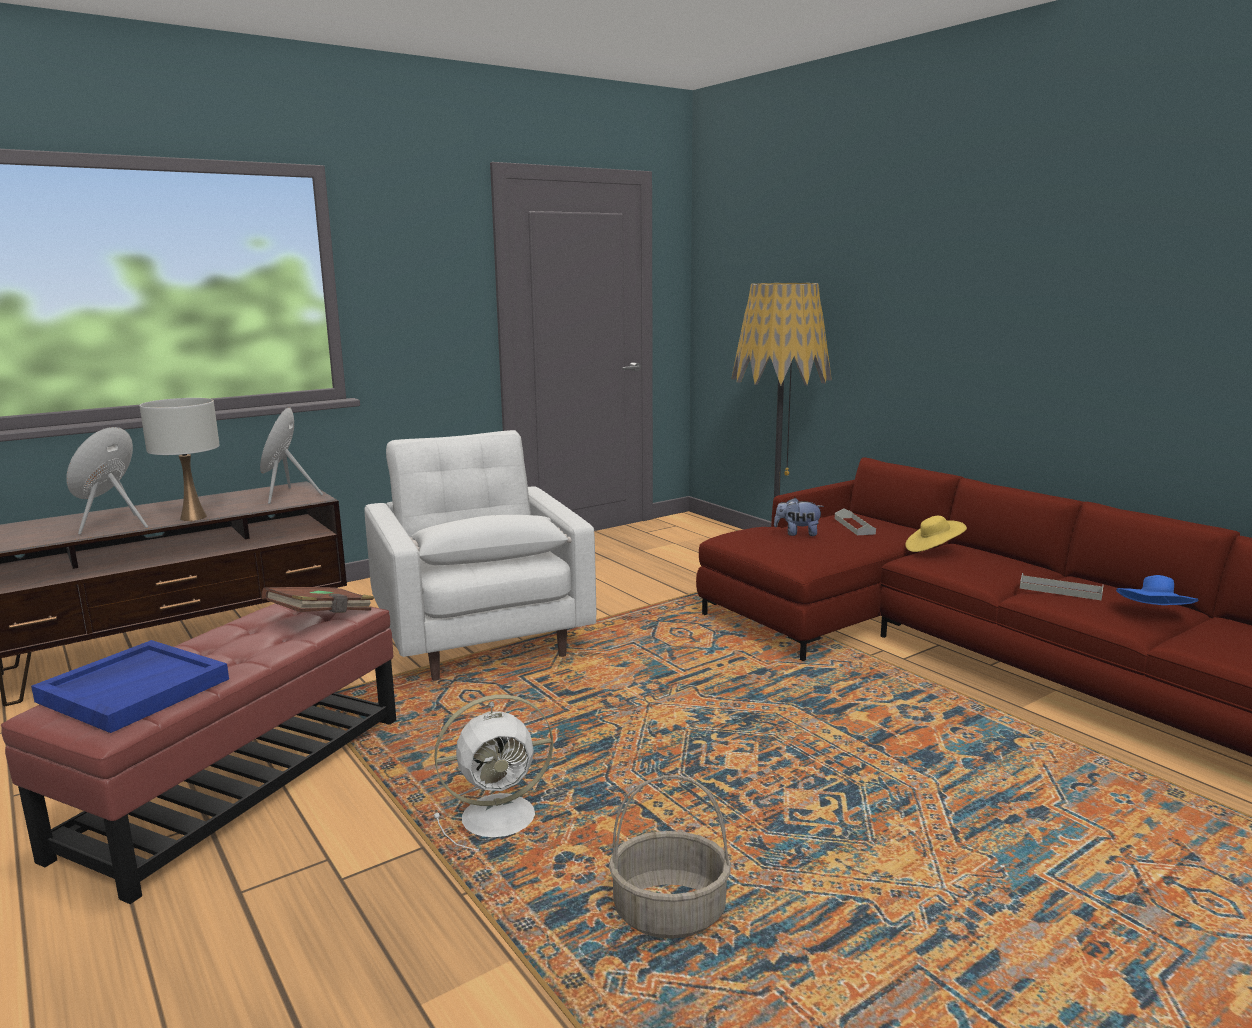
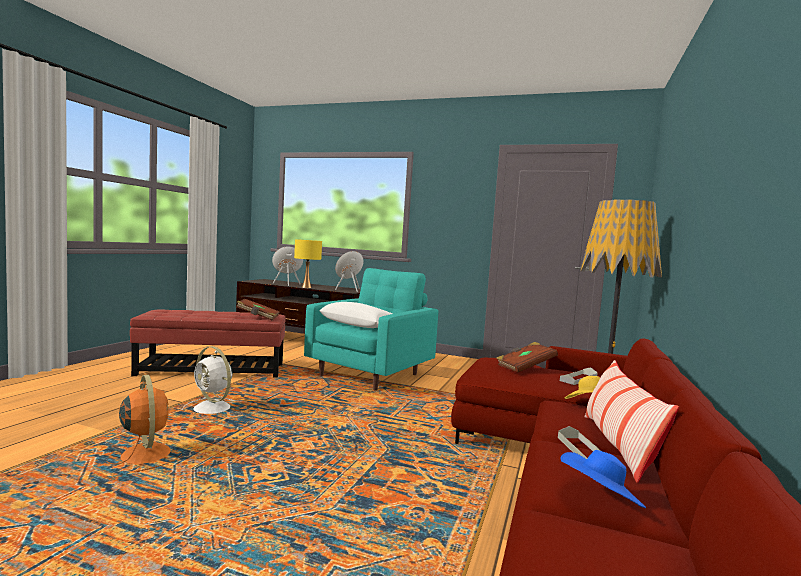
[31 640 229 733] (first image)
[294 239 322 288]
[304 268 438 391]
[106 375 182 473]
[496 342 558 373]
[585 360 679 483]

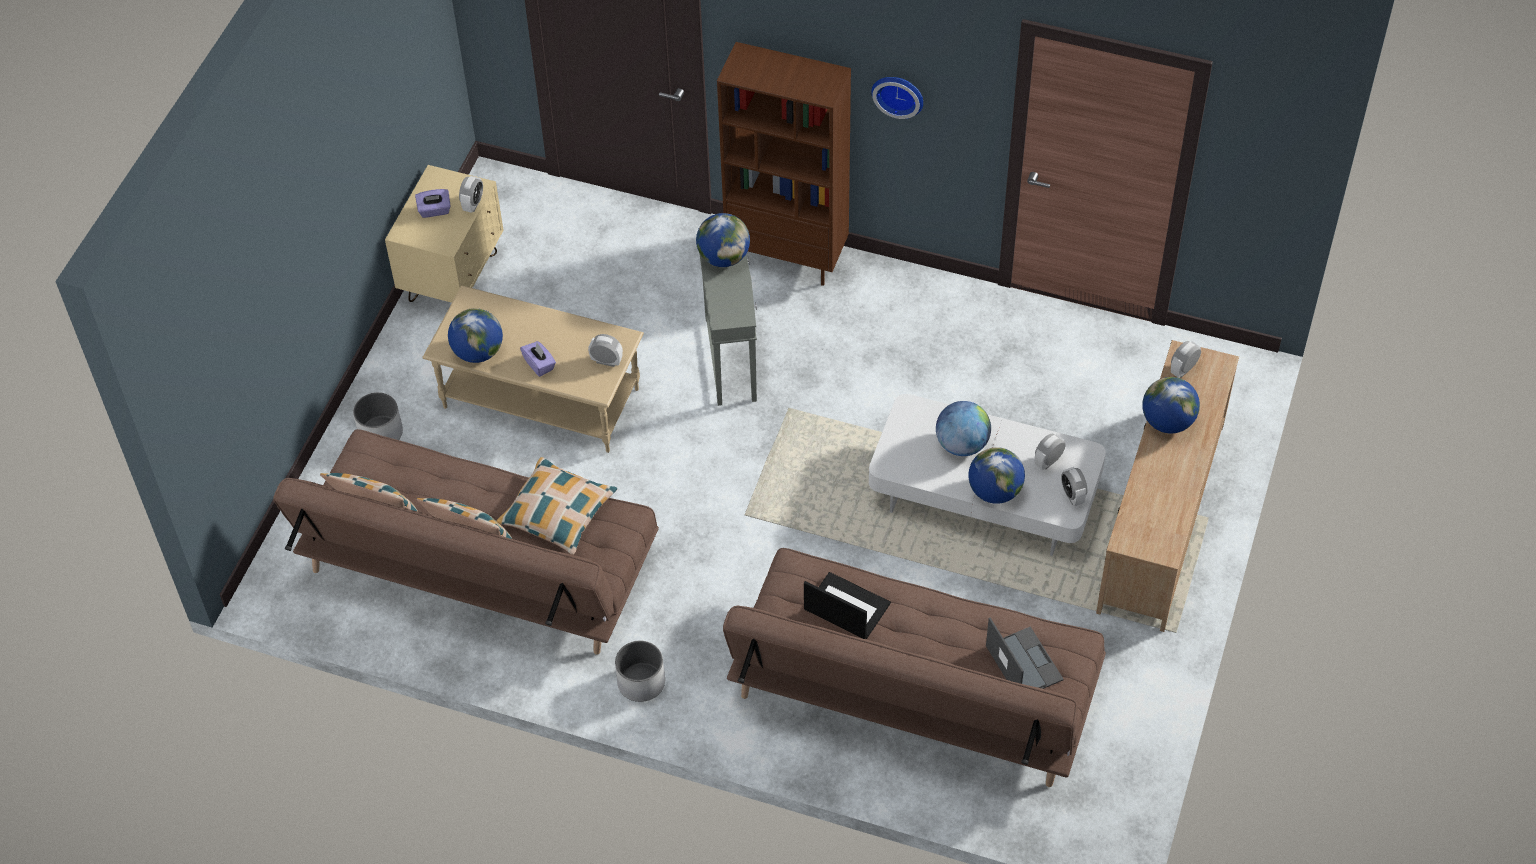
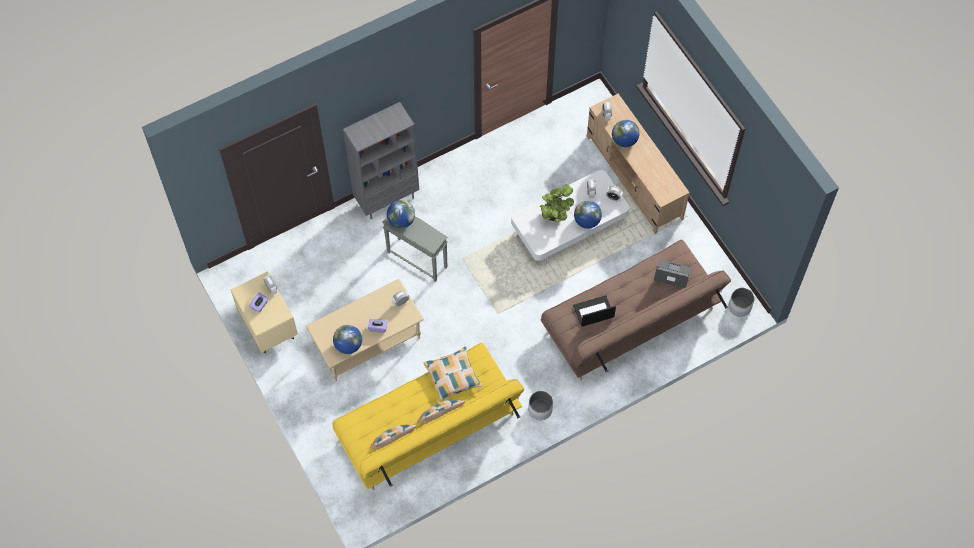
[332 343 524 490]
[729 288 754 317]
[343 102 419 219]
[871 77 923 119] (first image)
[540 184 574 222]

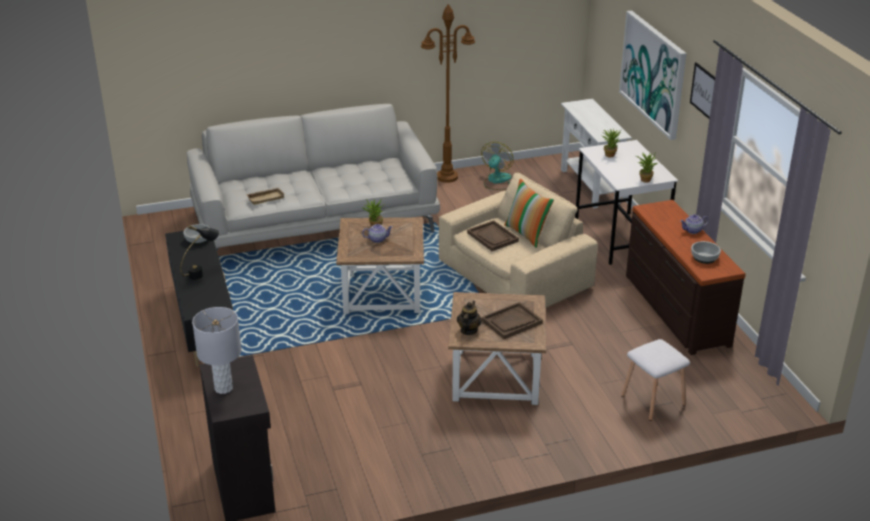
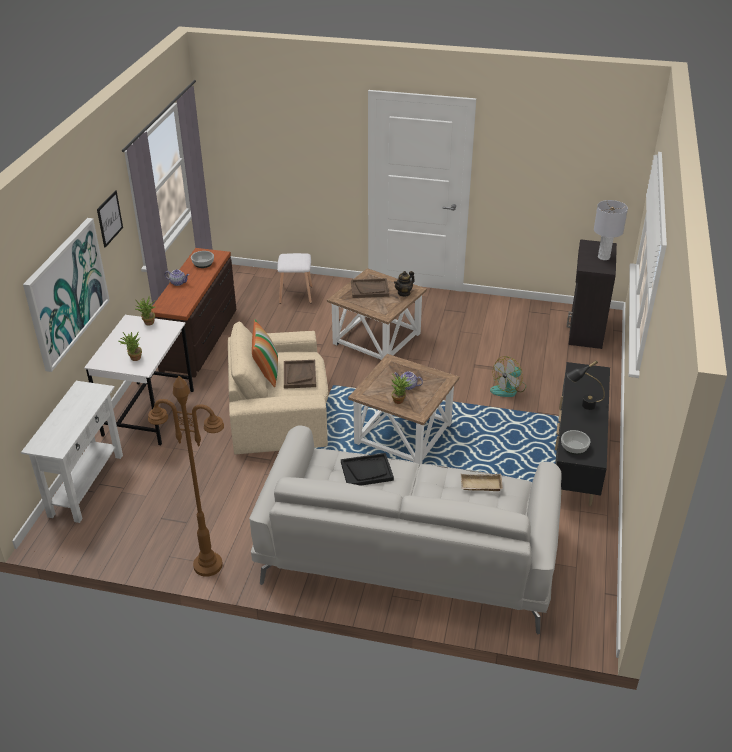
[490 356 526 397]
[341 453 394 486]

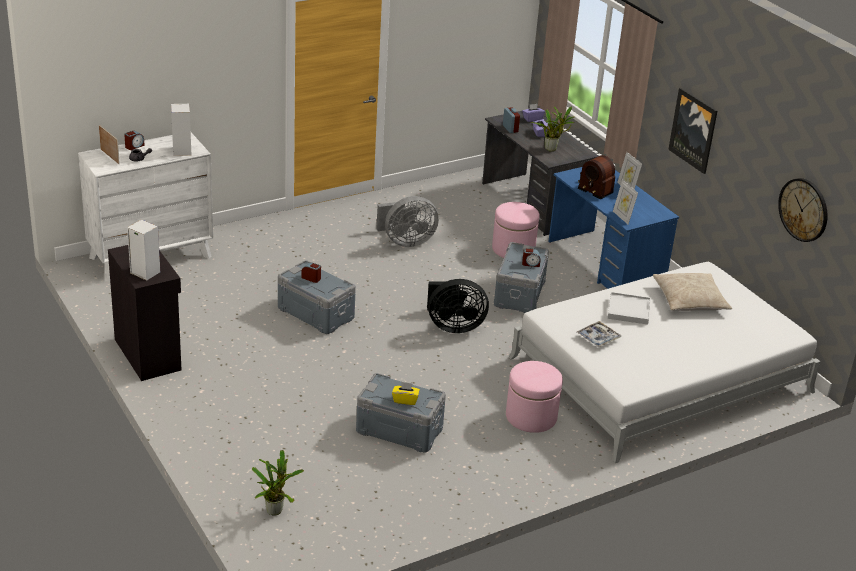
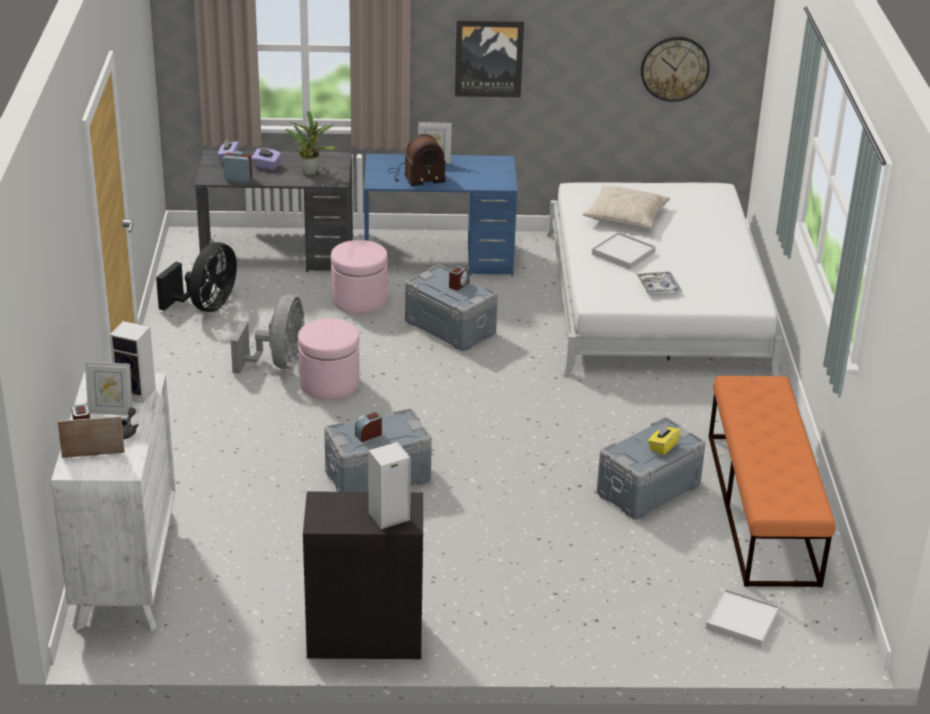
[706 589 779 647]
[156 242 237 312]
[298 319 360 400]
[85 362 132 415]
[709 376 836 587]

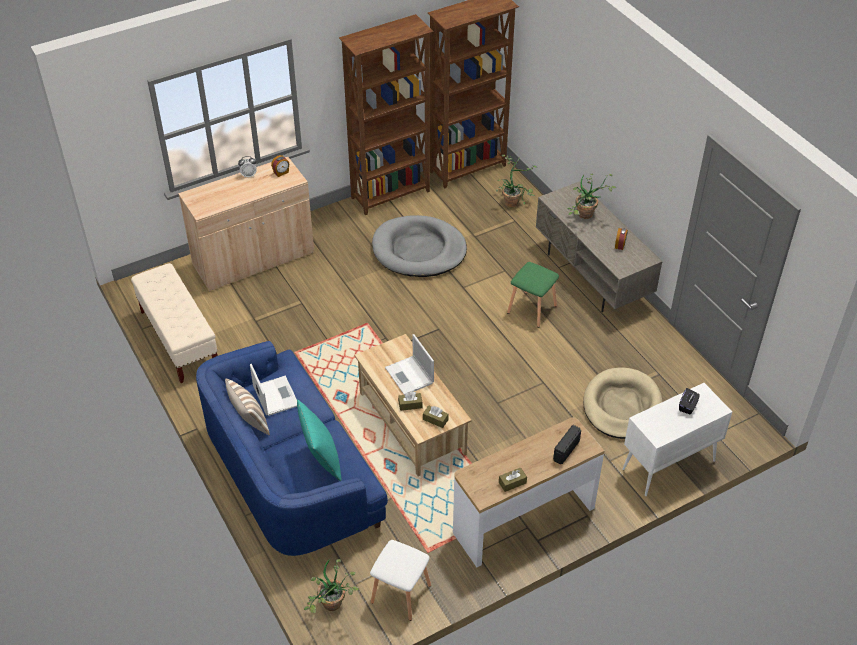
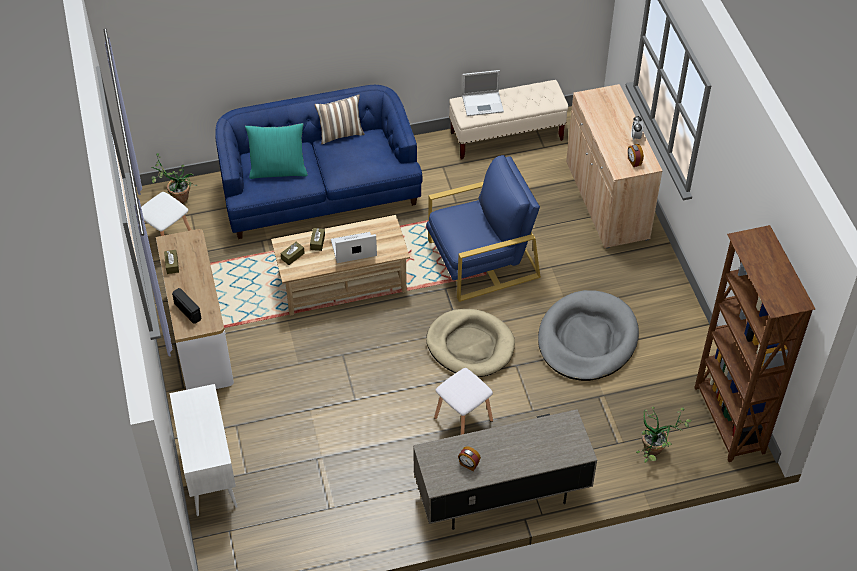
[462 70 504 116]
[339 14 434 215] (first image)
[434 368 493 435]
[568 174 616 219] (first image)
[426 309 515 377]
[679 388 700 414] (first image)
[426 155 541 302]

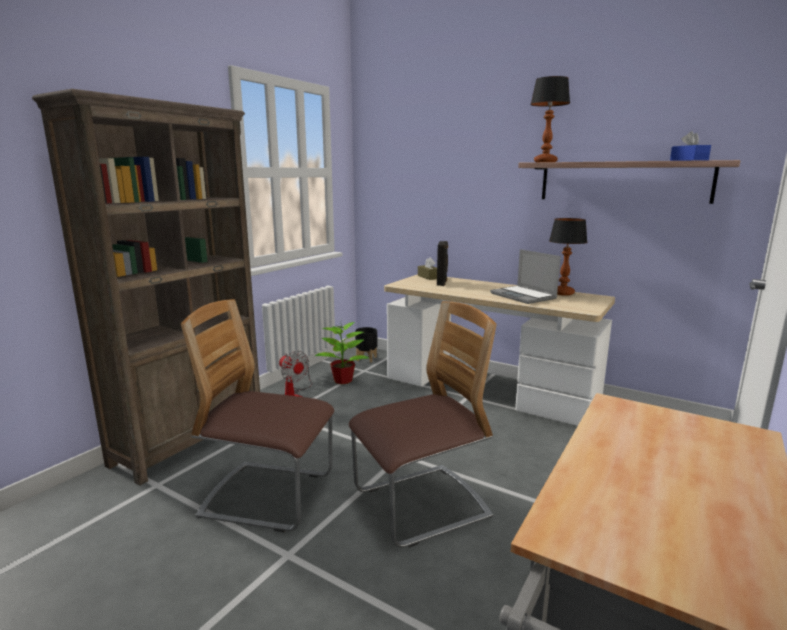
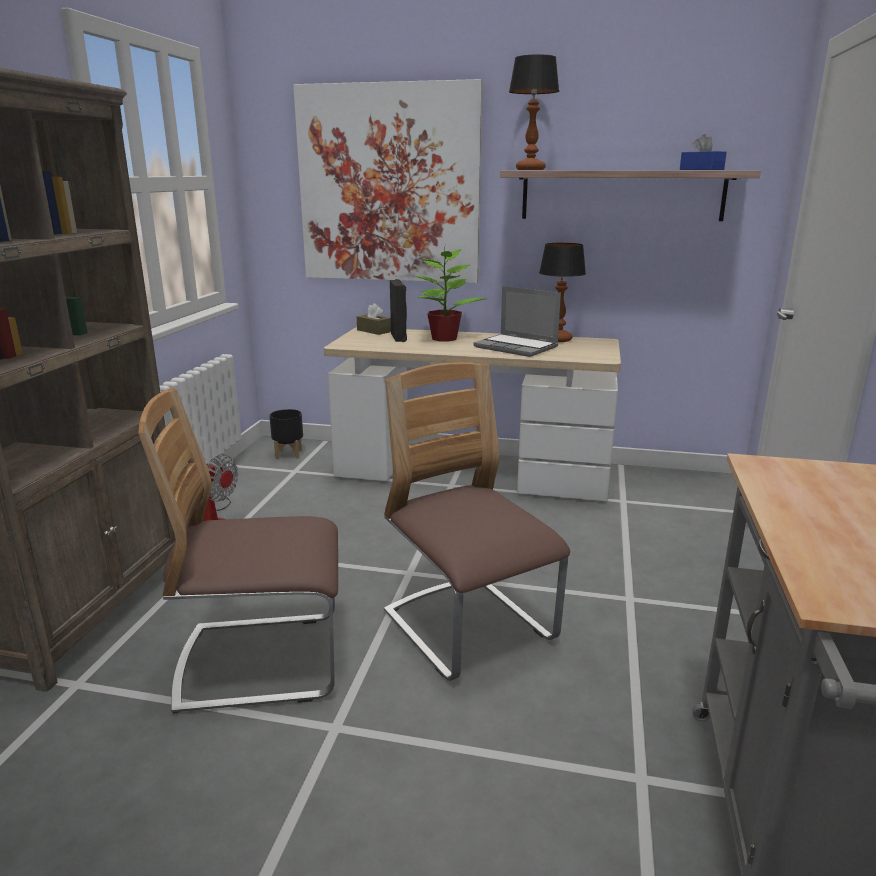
[415 249 487 342]
[384 362 570 681]
[293 79 483 283]

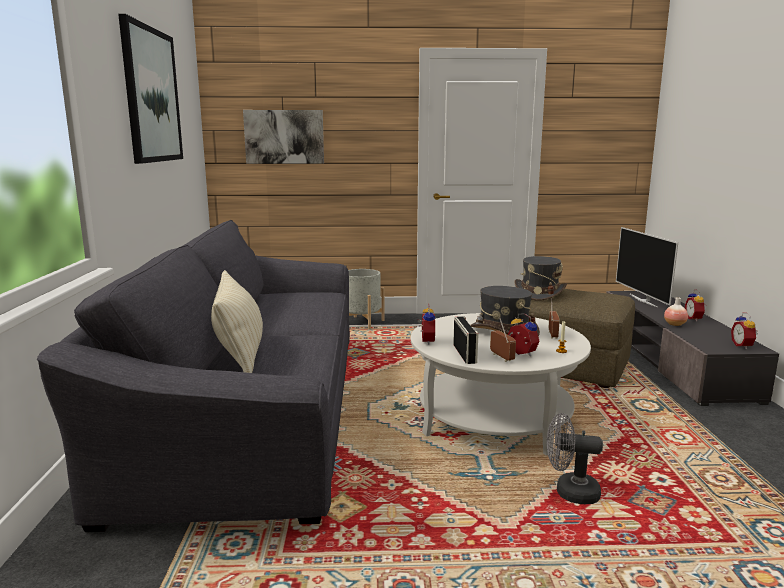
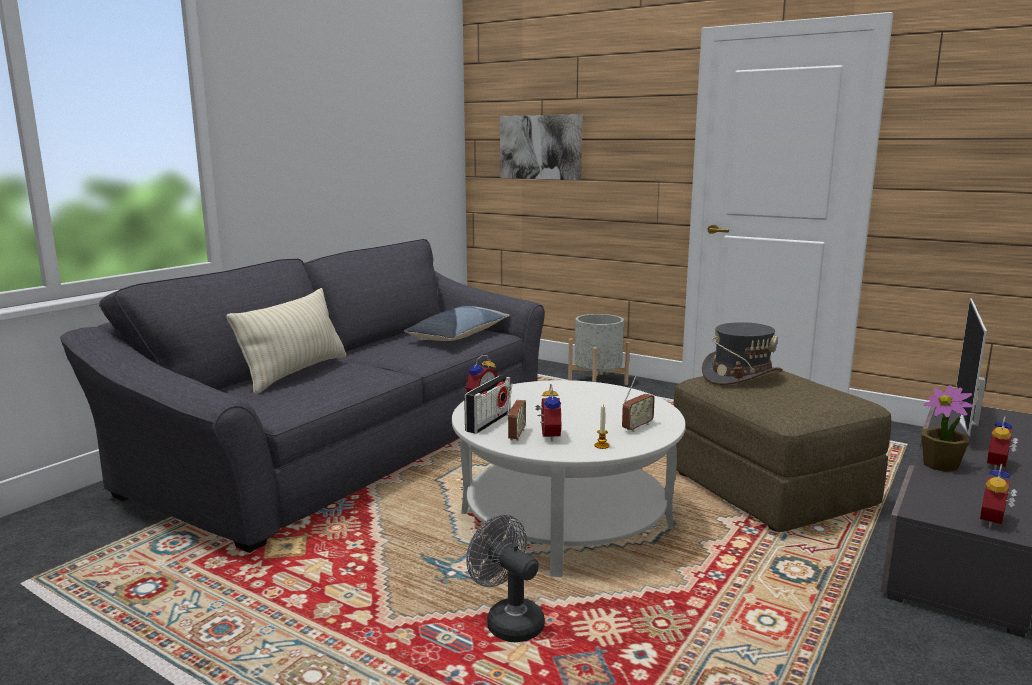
[118 14 183 164] (first image)
[470 286 540 337] (first image)
[921 385 974 472]
[404 306 510 341]

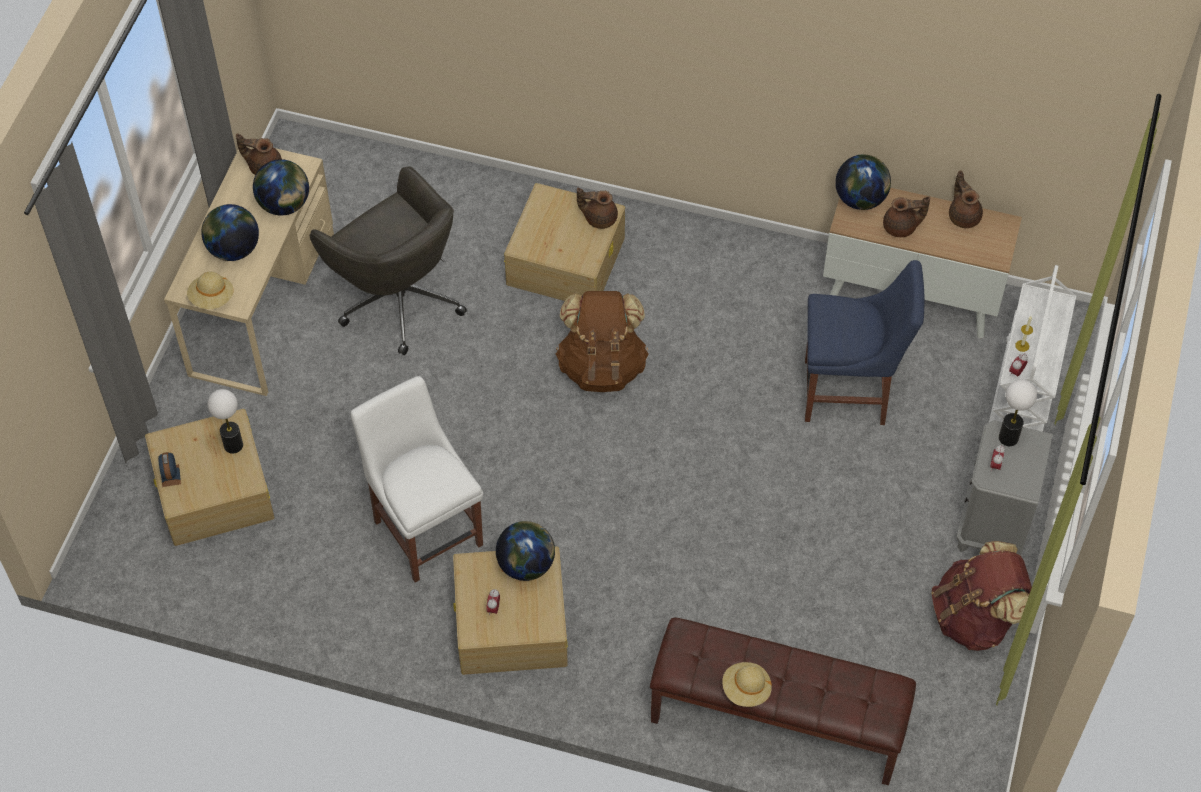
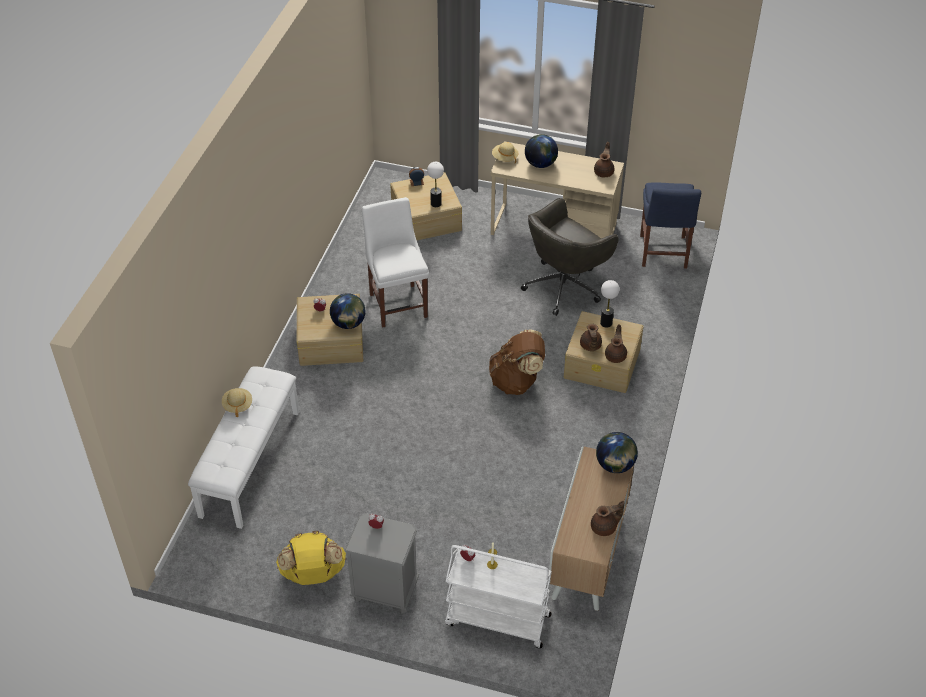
[253 159 309 215] (first image)
[362 197 429 328]
[188 367 299 529]
[640 183 701 268]
[580 324 602 351]
[276 531 346 585]
[600 280 619 328]

